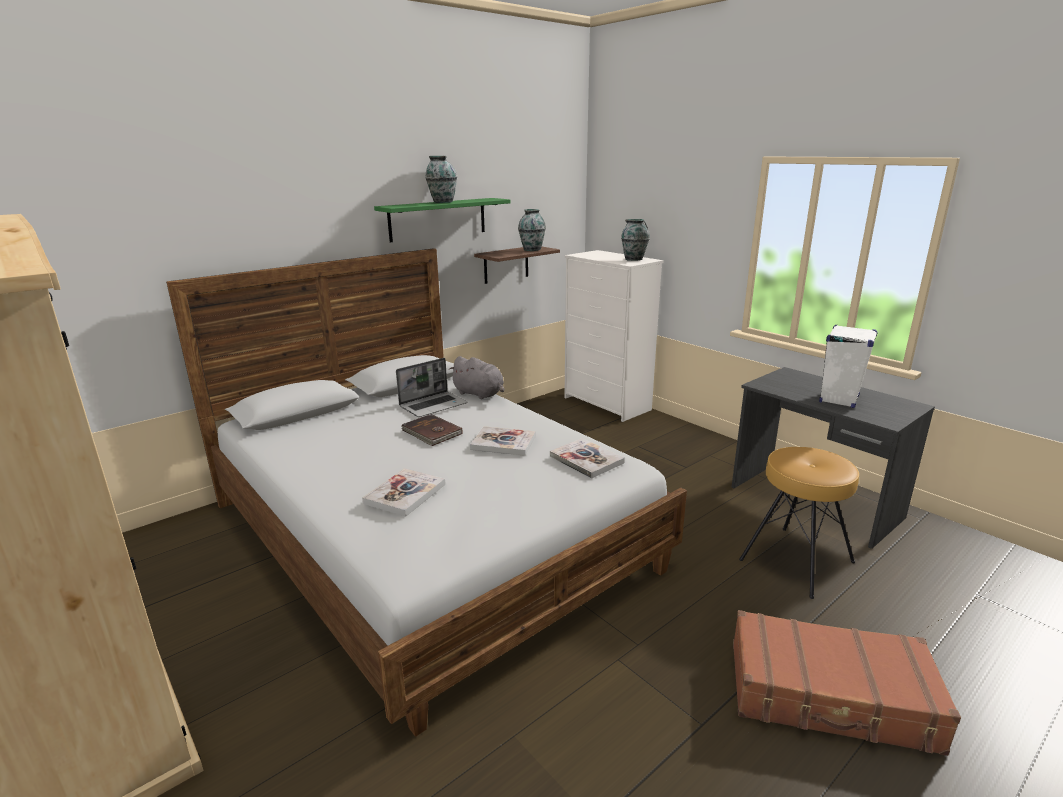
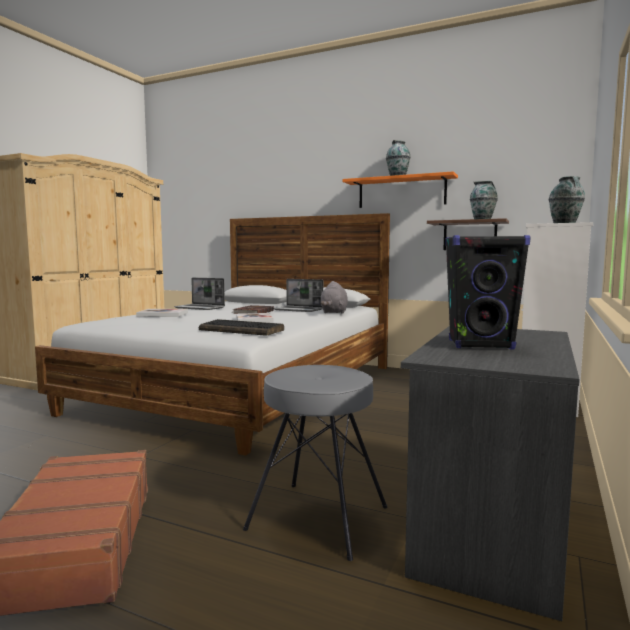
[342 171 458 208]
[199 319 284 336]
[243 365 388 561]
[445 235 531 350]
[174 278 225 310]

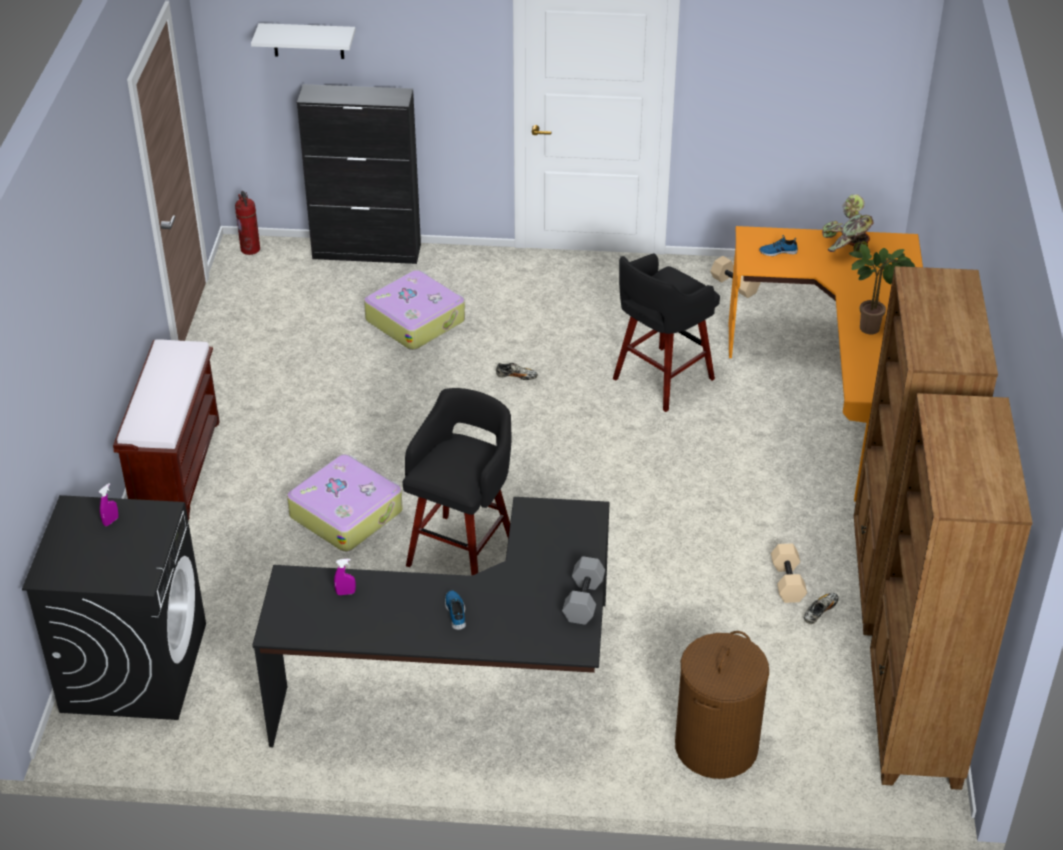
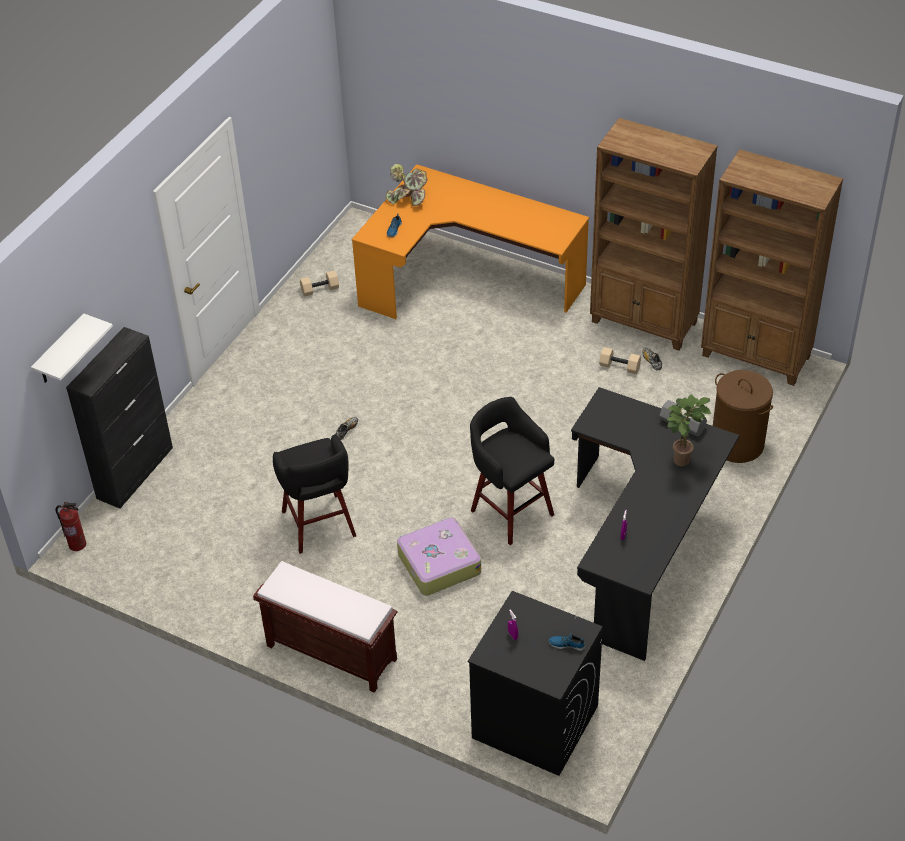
[364 270 465 350] (first image)
[549 633 586 651]
[273 434 356 554]
[667 395 711 466]

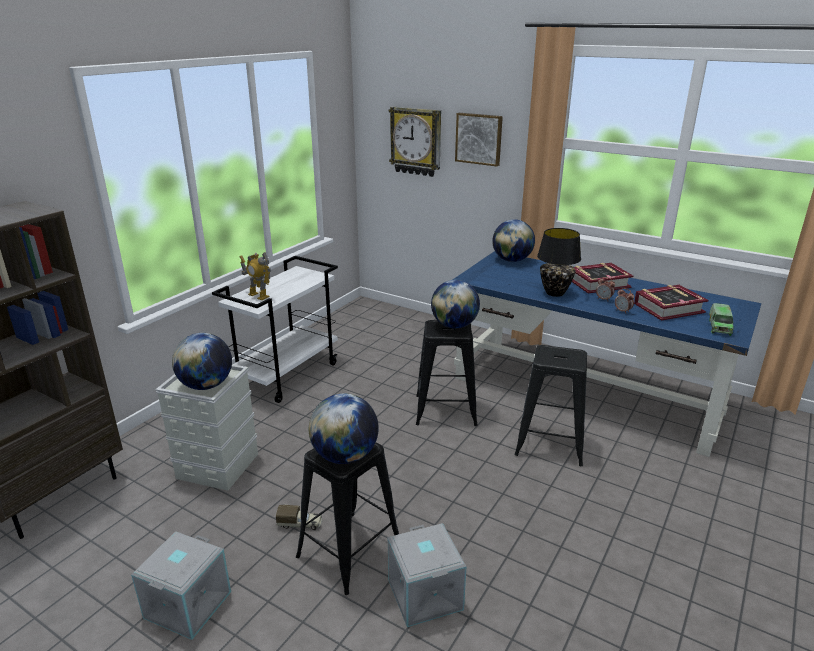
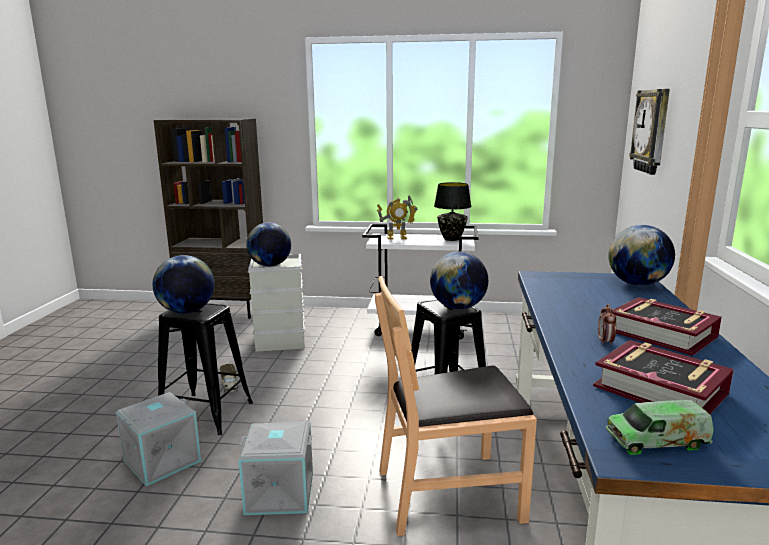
[238 422 313 515]
[377 195 418 239]
[455 113 503 166] (first image)
[375 276 537 536]
[434 182 471 241]
[615 288 634 313] (first image)

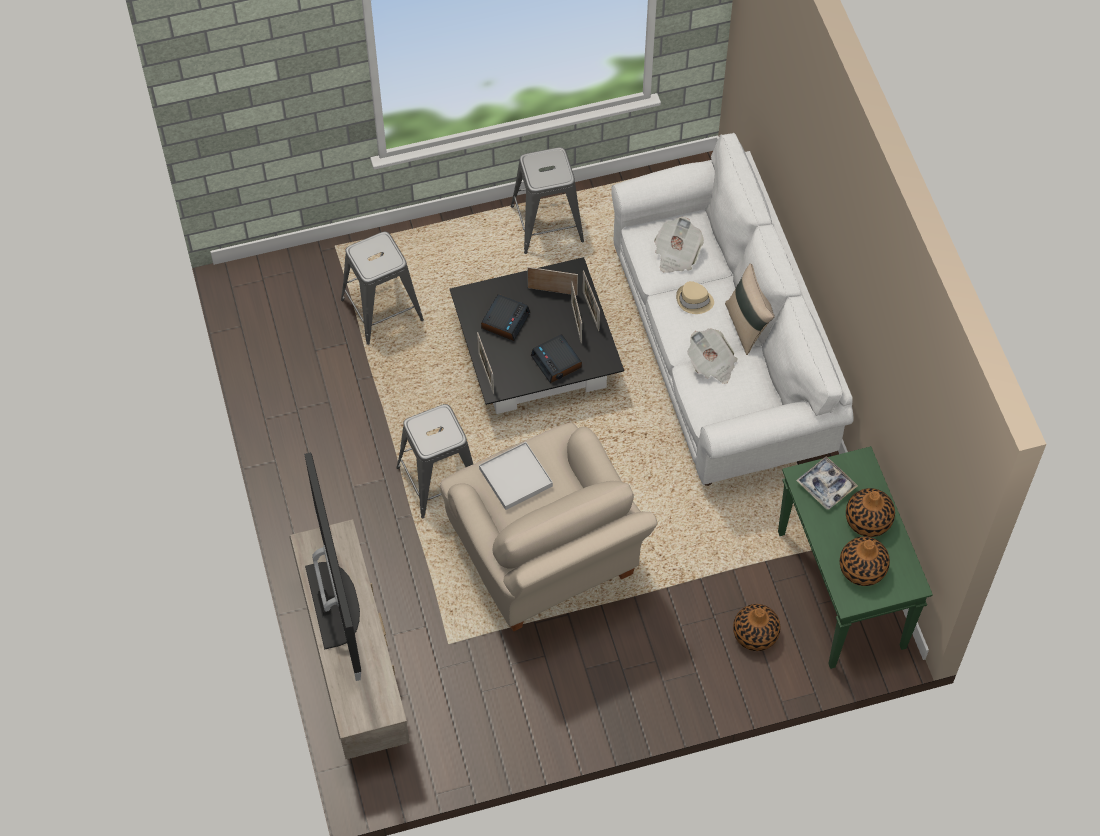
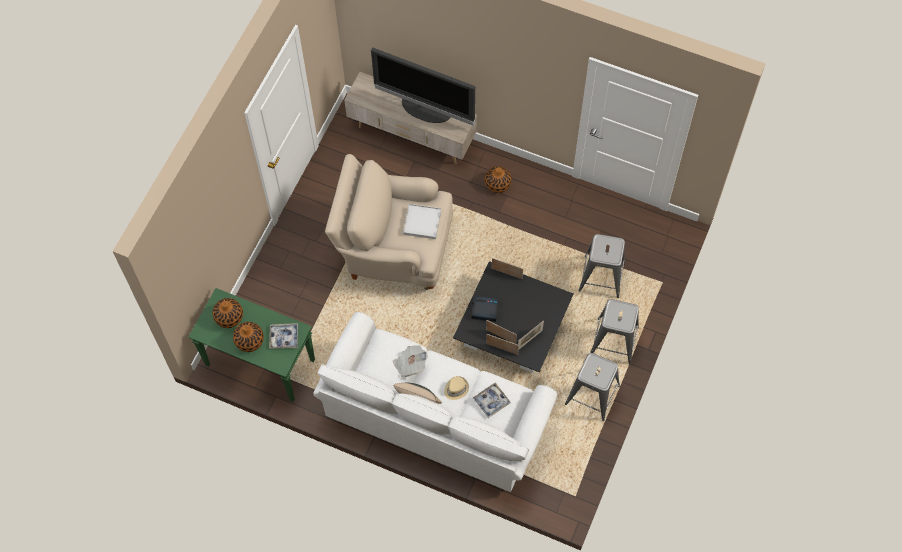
[590 299 639 365]
[481 294 530 341] (first image)
[473 382 510 418]
[485 166 512 193]

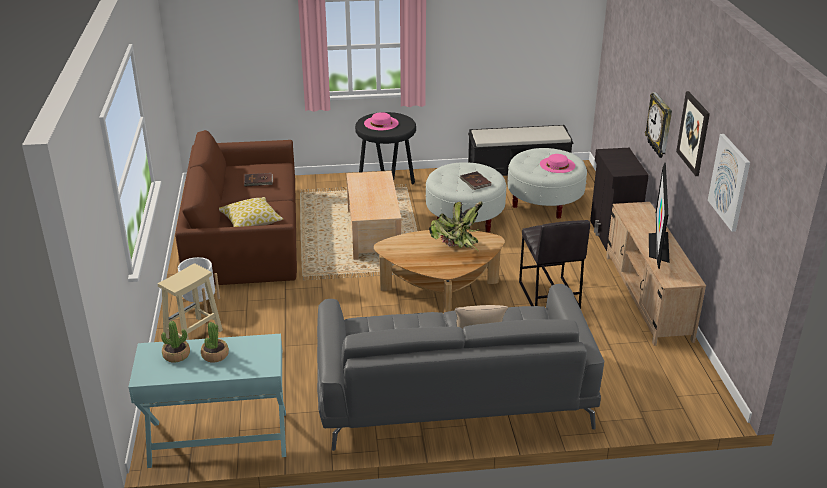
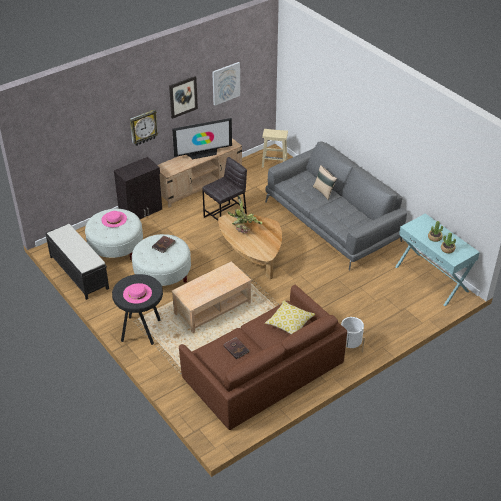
[262 129 288 168]

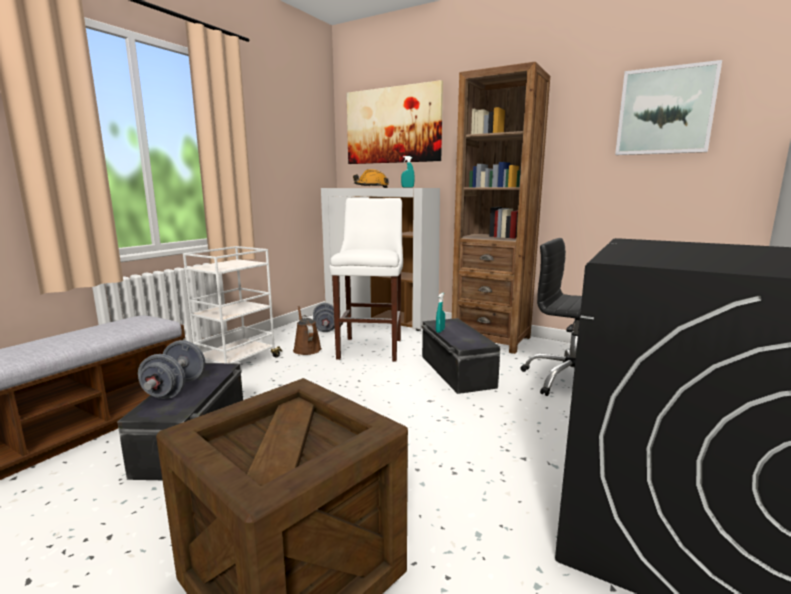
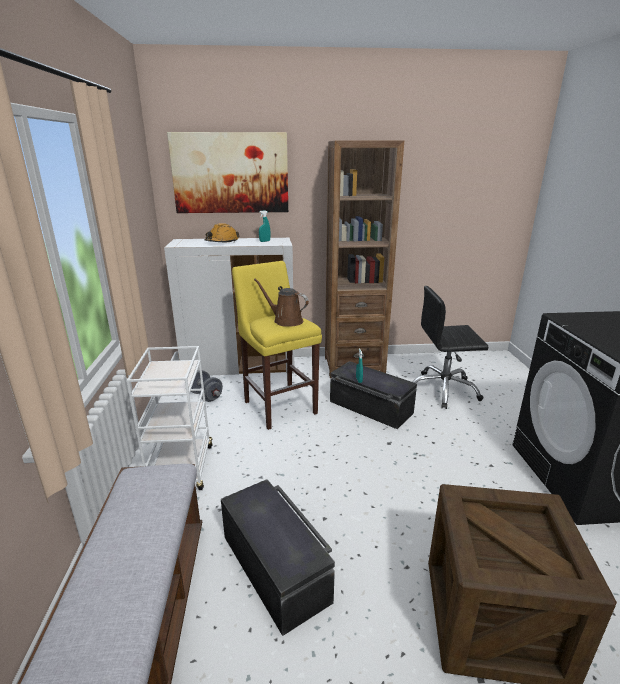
[138 340 206 399] (first image)
[254 279 309 327]
[232 261 322 430]
[615 60 722 155] (first image)

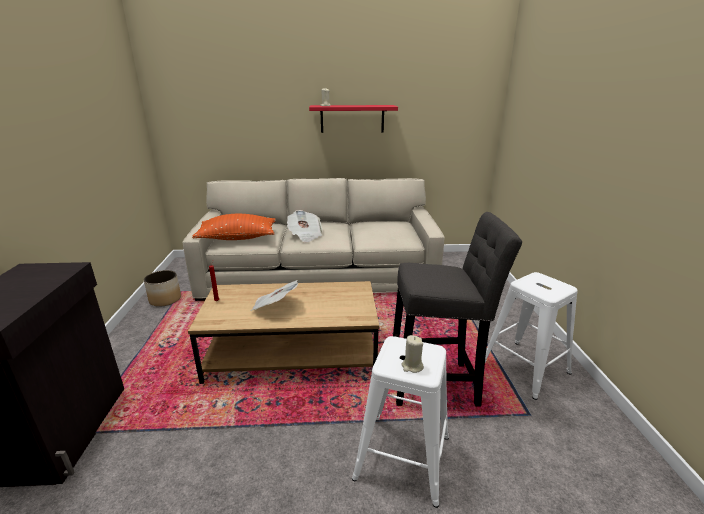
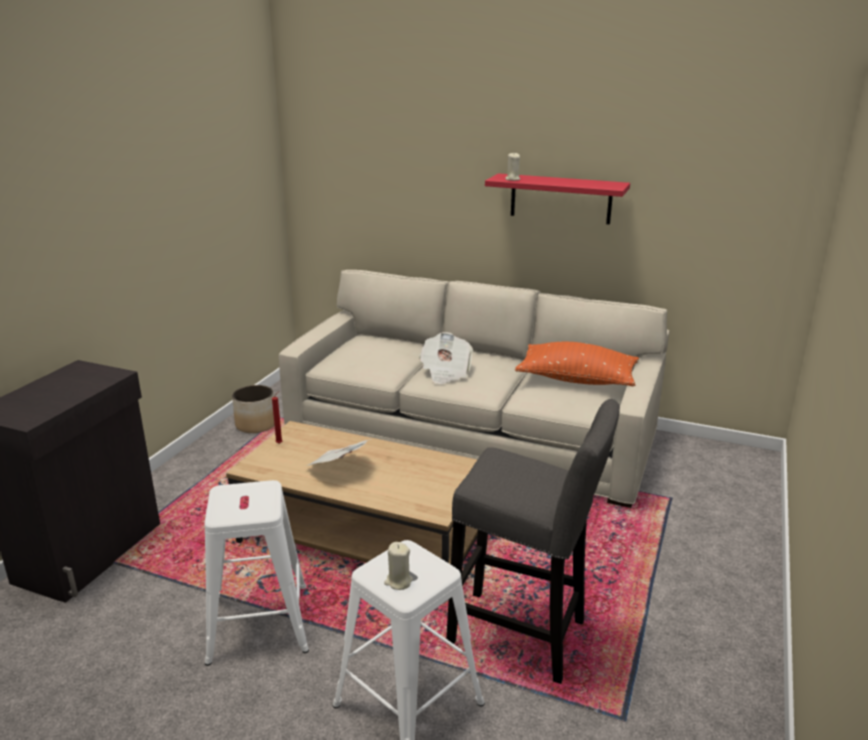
[515 342 639 386]
[204 480 309 666]

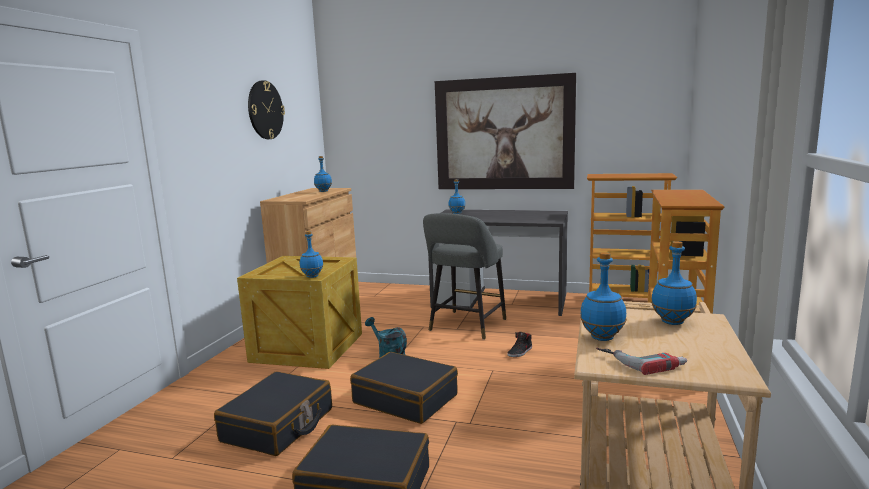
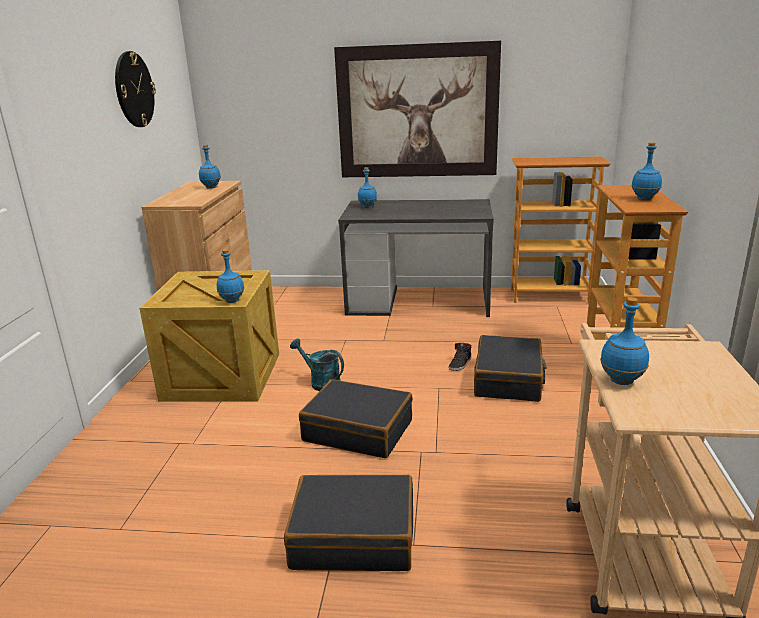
[474 335 547 402]
[423 213 506 340] (first image)
[596 348 687 375] (first image)
[631 142 662 200]

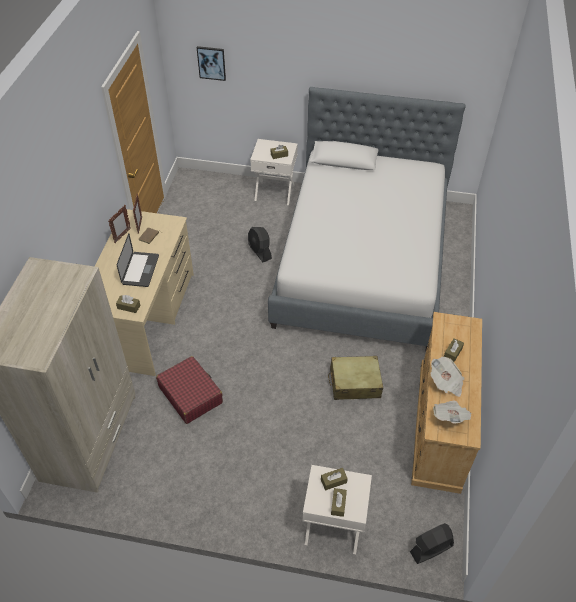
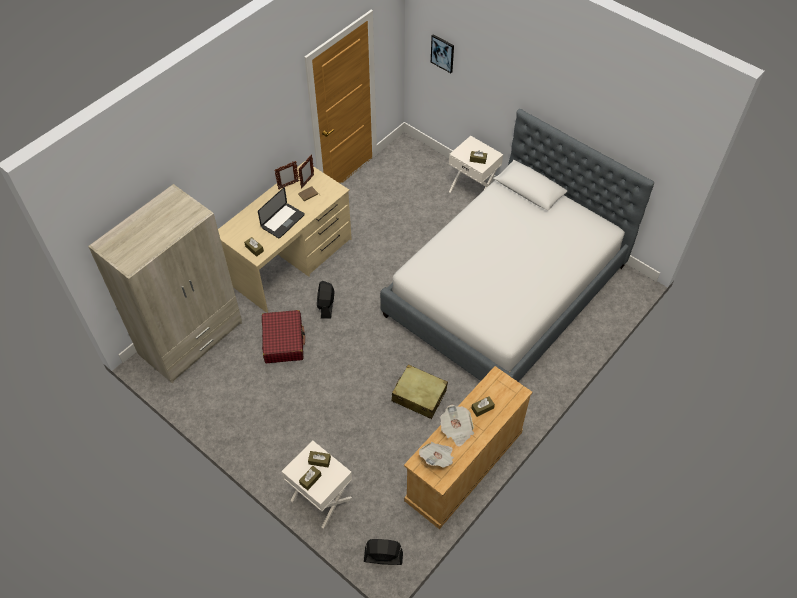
[317 281 334 319]

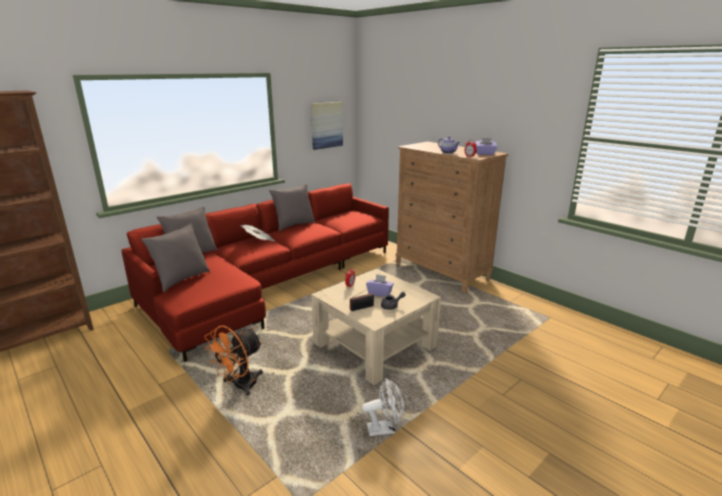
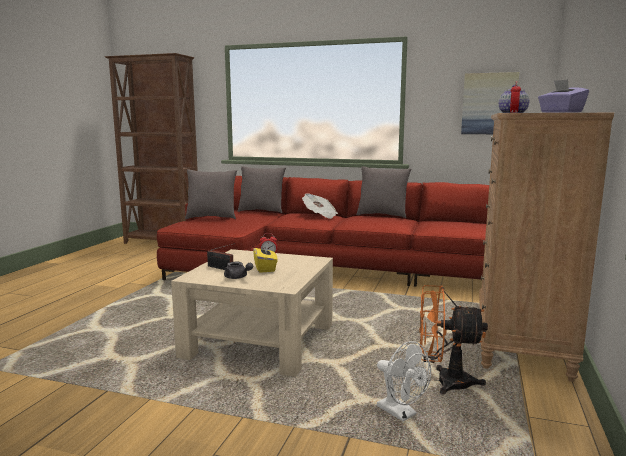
[419 285 488 395]
[377 341 431 421]
[253 244 278 273]

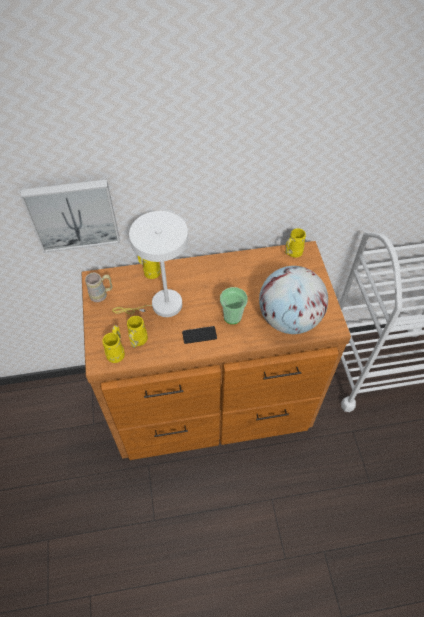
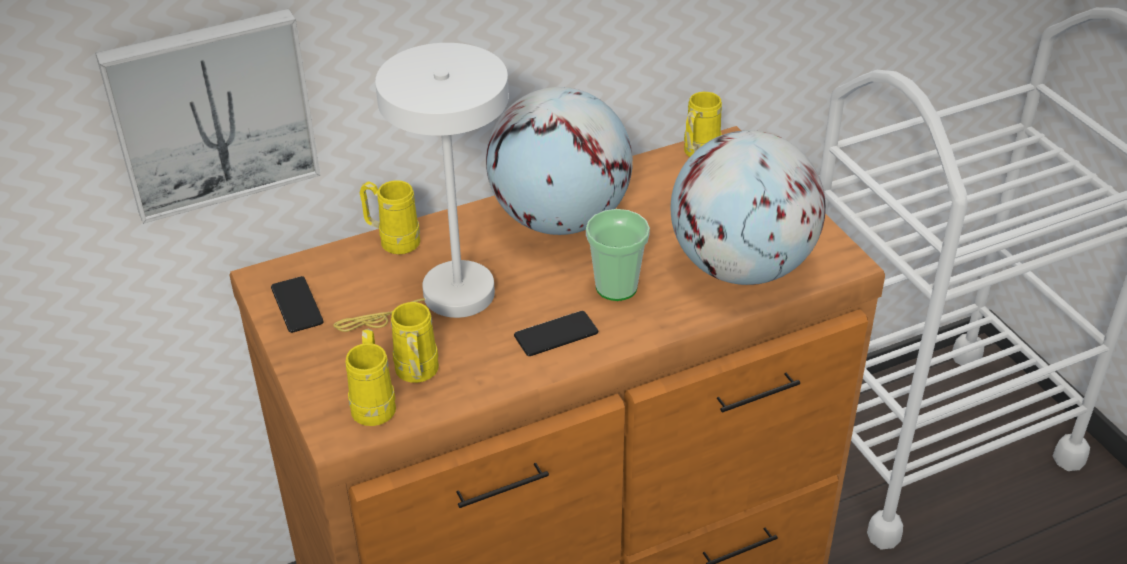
[271 276 324 333]
[486 87 633 235]

